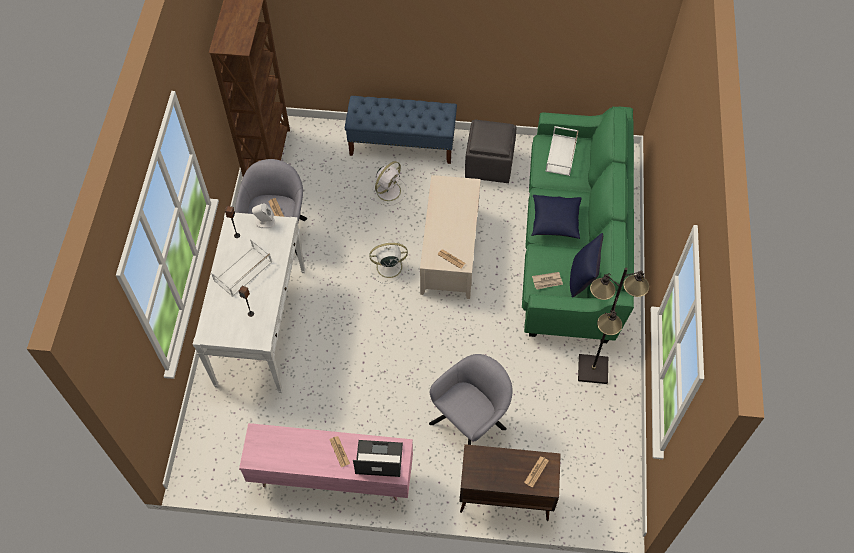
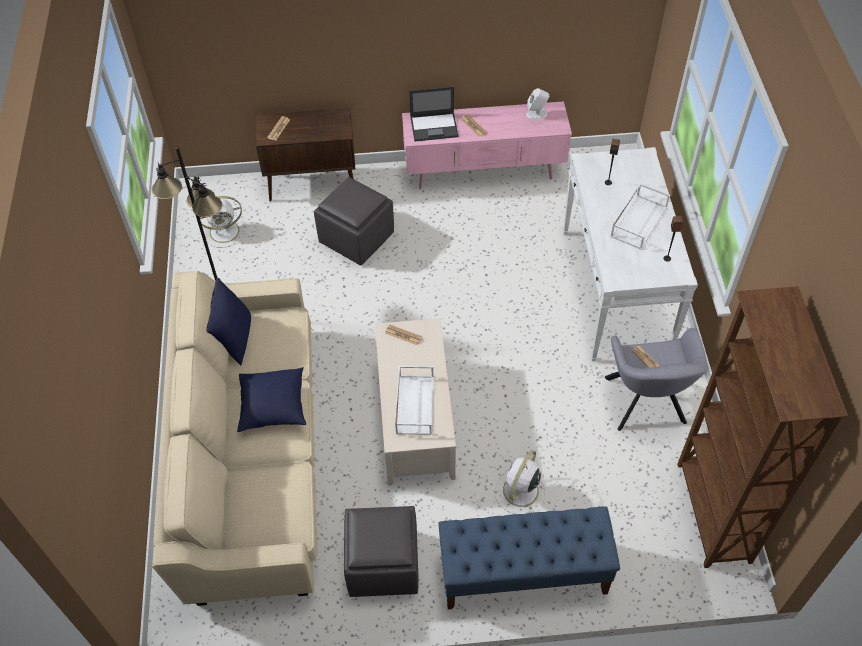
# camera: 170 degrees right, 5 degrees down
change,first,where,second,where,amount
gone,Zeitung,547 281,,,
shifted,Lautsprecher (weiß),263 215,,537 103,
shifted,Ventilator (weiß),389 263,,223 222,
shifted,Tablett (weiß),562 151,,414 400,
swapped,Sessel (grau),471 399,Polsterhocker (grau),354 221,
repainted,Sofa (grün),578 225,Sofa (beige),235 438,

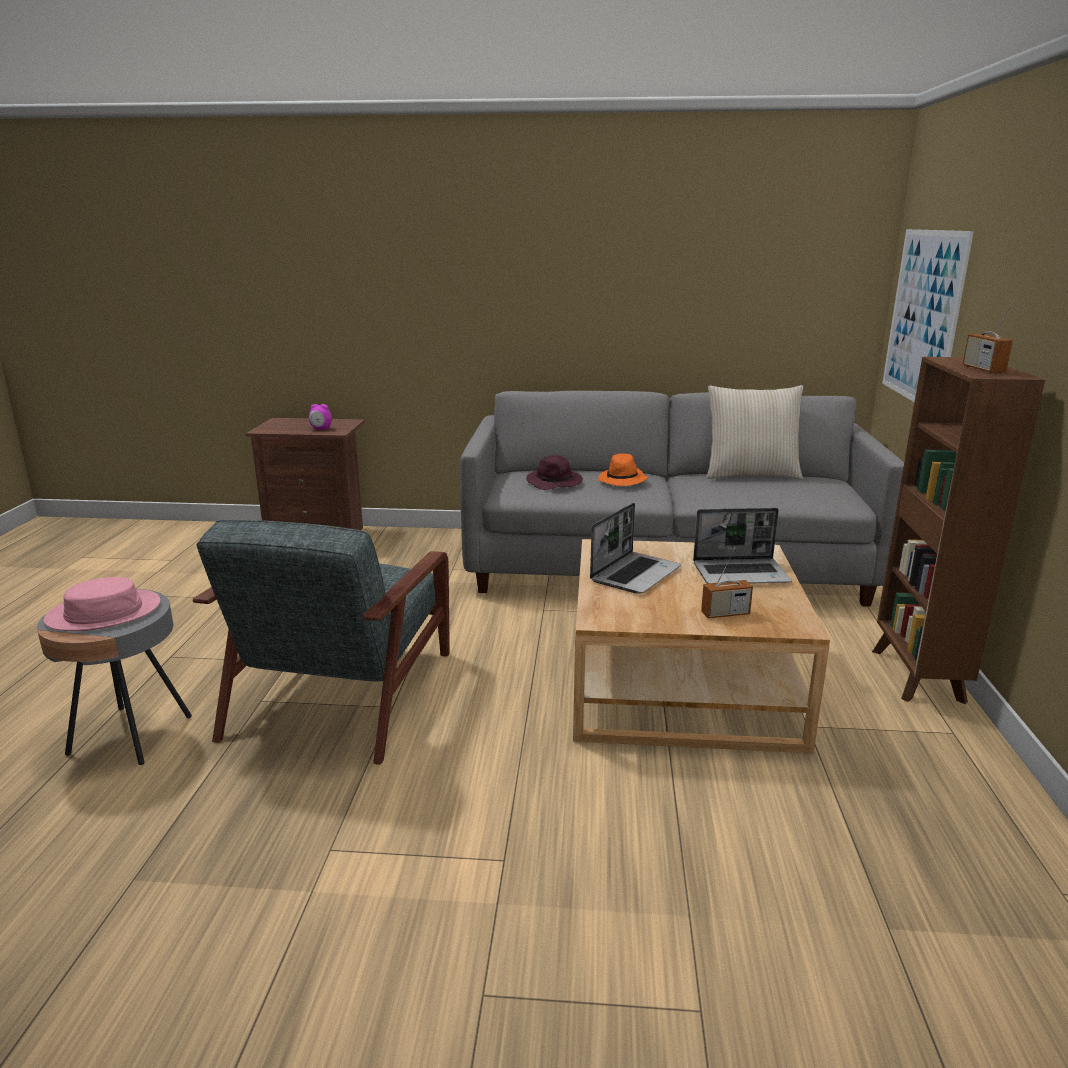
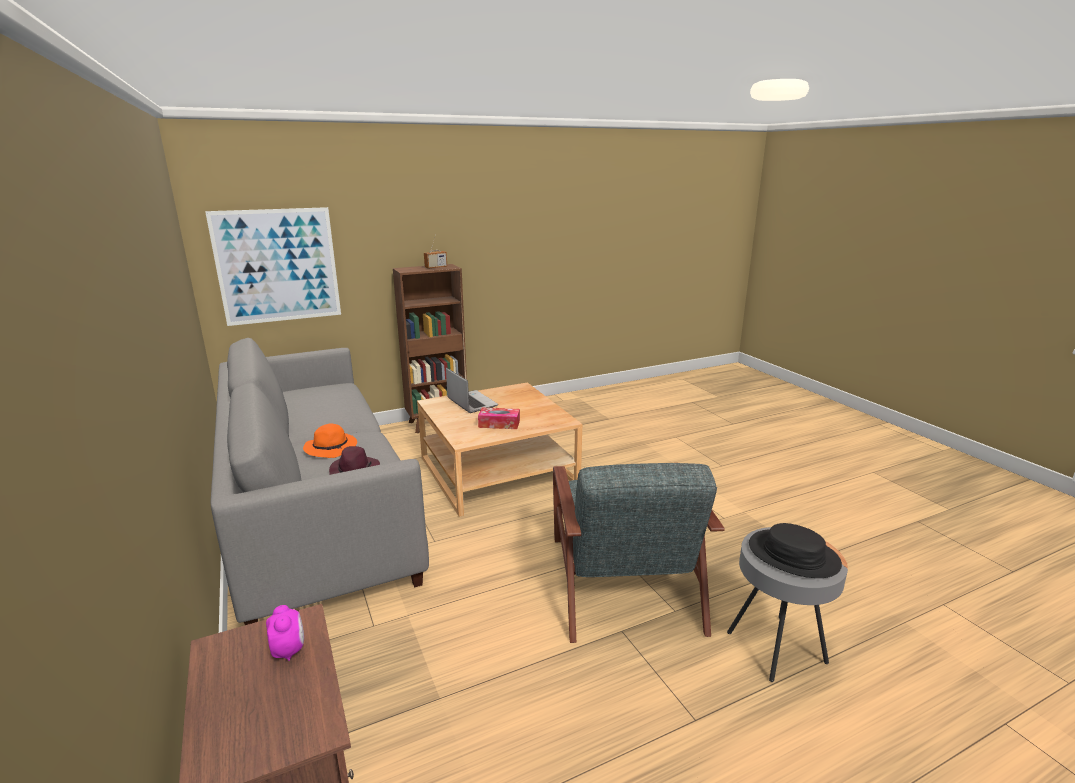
# camera: 120 degrees left, 0 degrees up
change,first,where,second,where,amount
gone,Radio,727 583,,,
gone,Kissen (beige),755 432,,,
swapped,Laptop,635 548,Taschentuchbox,499 418,
repainted,Hut (rosa),102 604,Hut (schwarz),795 550,
rotated,Sessel (grau),321 642,,639 553,105 degrees clockwise

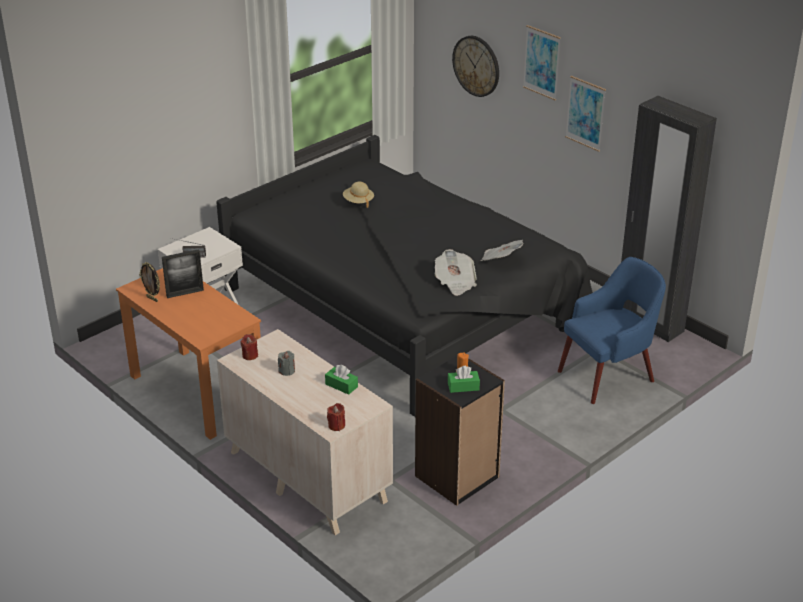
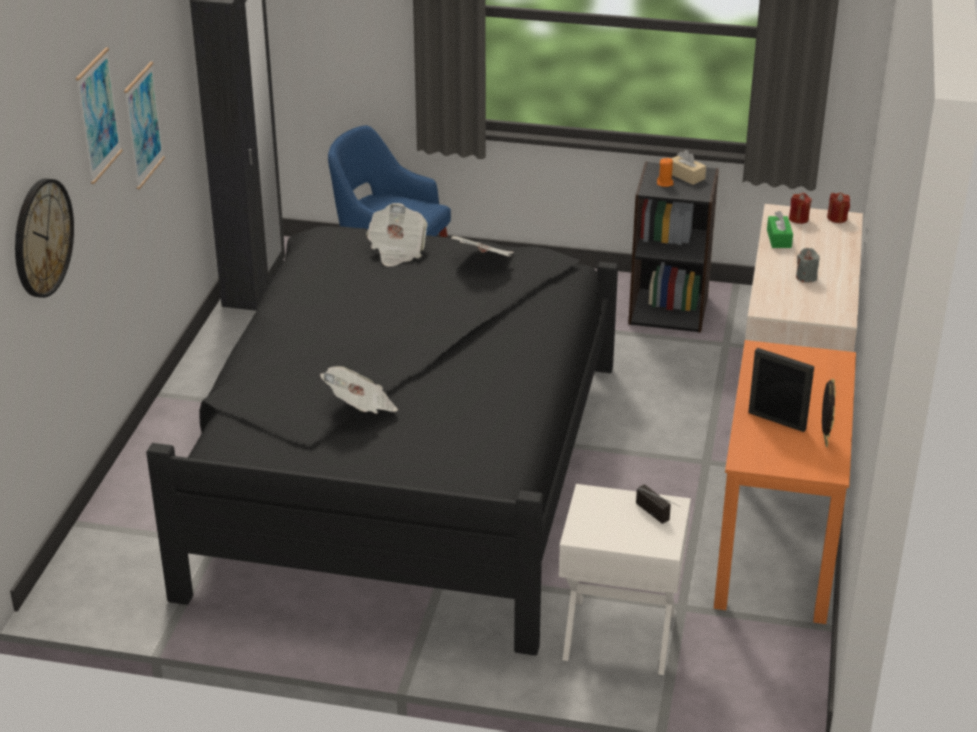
# camera: 125 degrees left, 0 degrees up
change,first,where,second,where,amount
shifted,Kerze (rot),249 347,,800 208,
swapped,Hut (beige),358 194,Zeitung,359 390,
repainted,Taschentuchbox (grün),464 379,Taschentuchbox (beige),688 167,

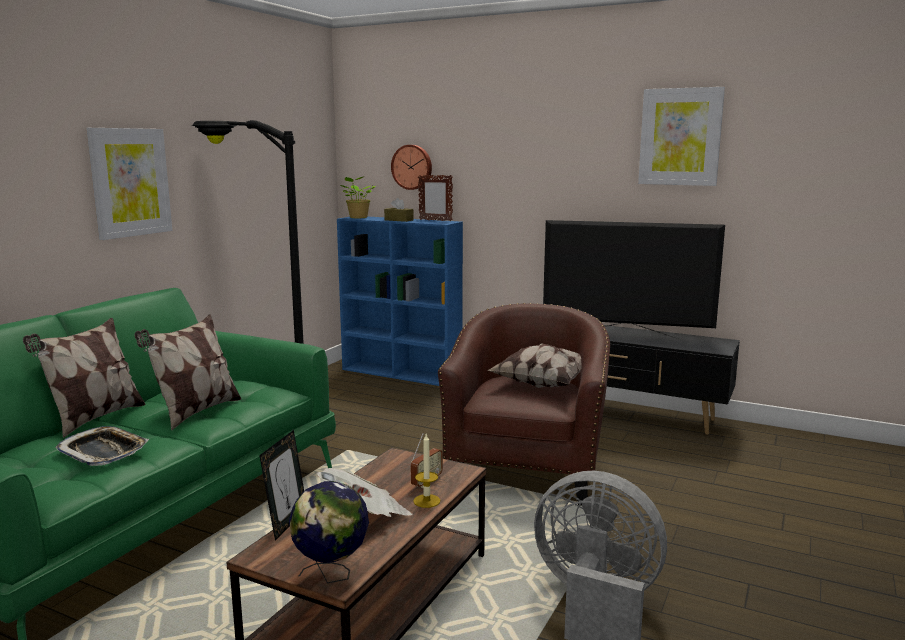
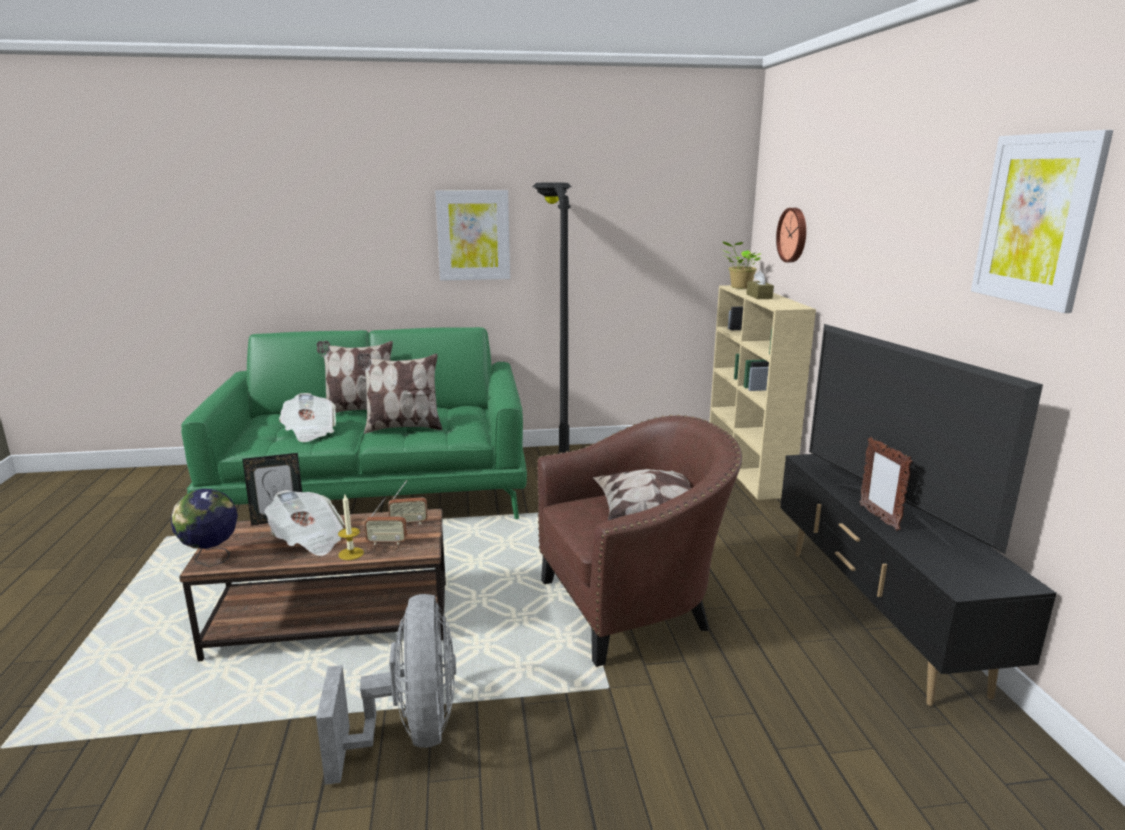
# camera: 55 degrees right, 5 degrees up
change,first,where,second,where,amount
new,,,Radio,408 502,
shifted,Bilderrahmen,435 198,,886 484,
swapped,Tablett,102 446,Zeitung,307 417,
repainted,Bücherregal (blau),400 301,Bücherregal (beige),763 392,

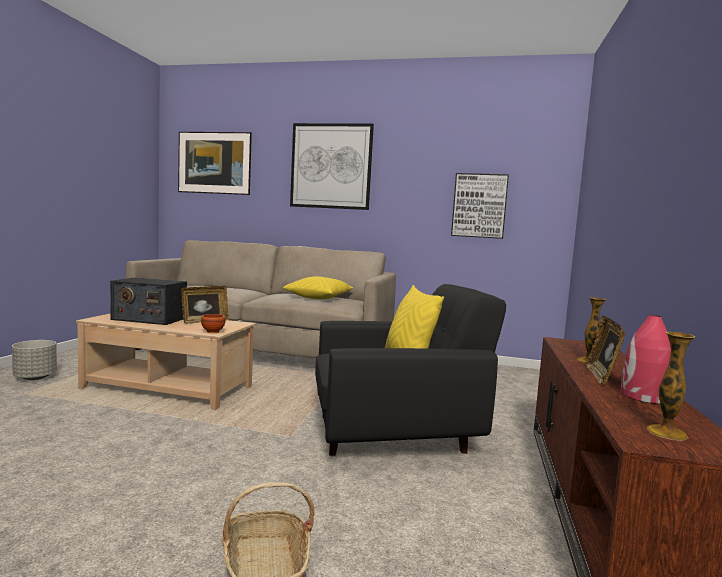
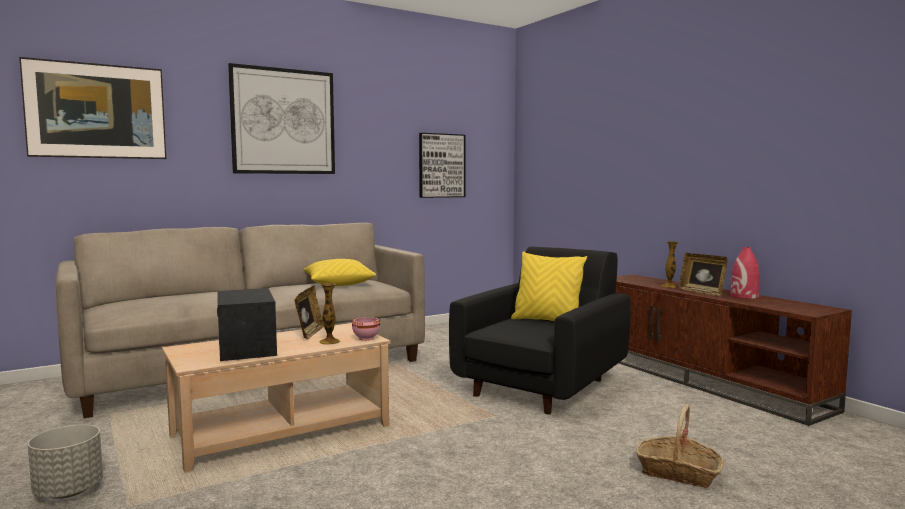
# camera: 45 degrees left, 0 degrees up
change,first,where,second,where,amount
shifted,Vase,671 386,,329 314,
repainted,Schüssel (braun),213 323,Schüssel (rosa),366 329,
rotated,Radio,148 301,,247 324,105 degrees clockwise

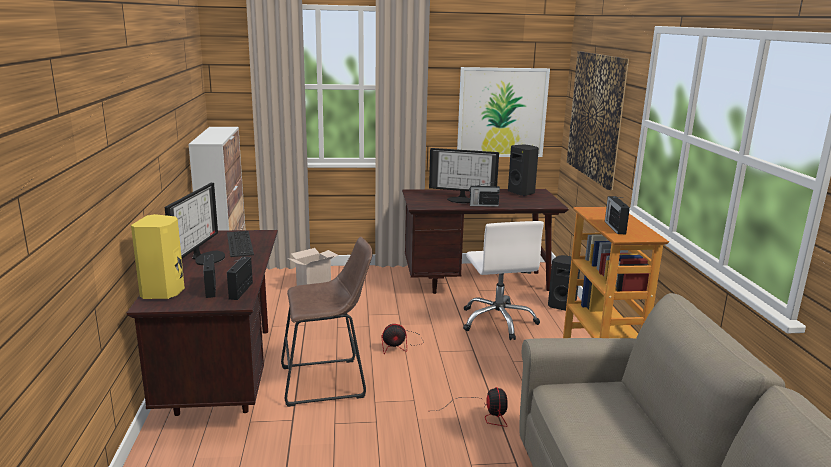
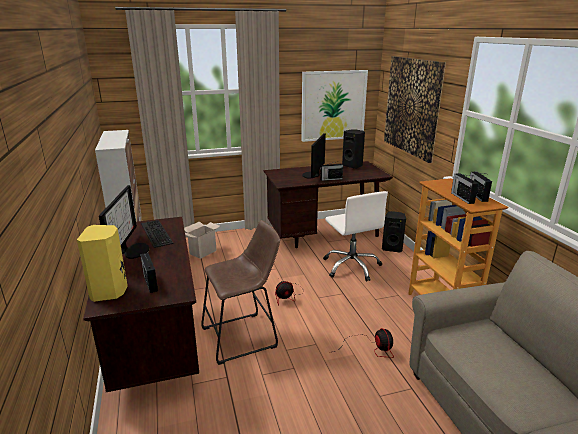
# camera: 10 degrees left, 5 degrees up
change,first,where,second,where,amount
shifted,Radio,240 278,,481 187,
rotated,Monitor,464 175,,314 156,105 degrees clockwise

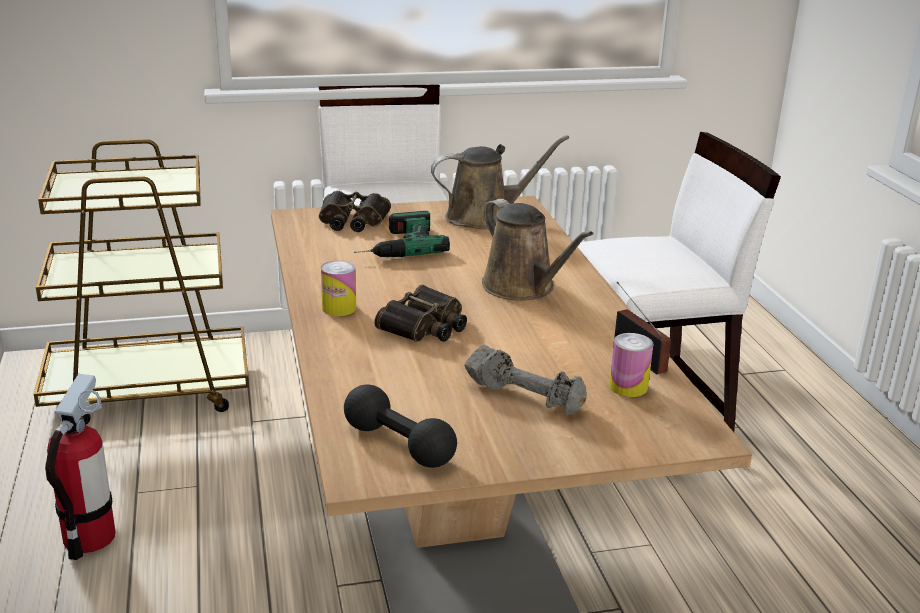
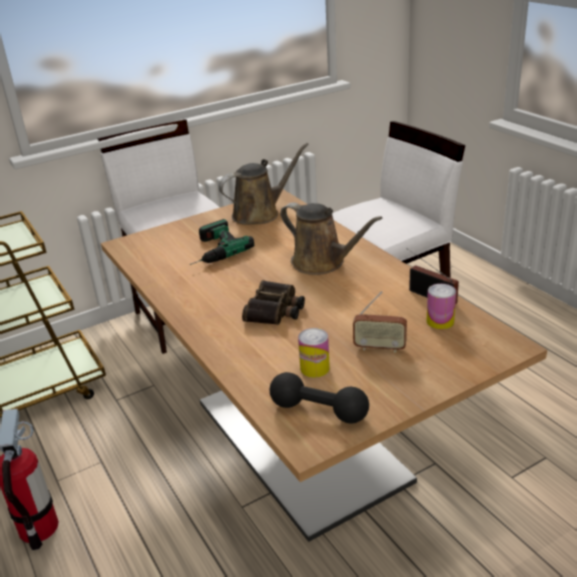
# camera: 15 degrees left, 5 degrees up
change,first,where,second,where,amount
gone,Fernglas,355 211,,,
shifted,Dose,338 288,,314 353,
swapped,Hantel (grau),525 380,Radio,380 322,

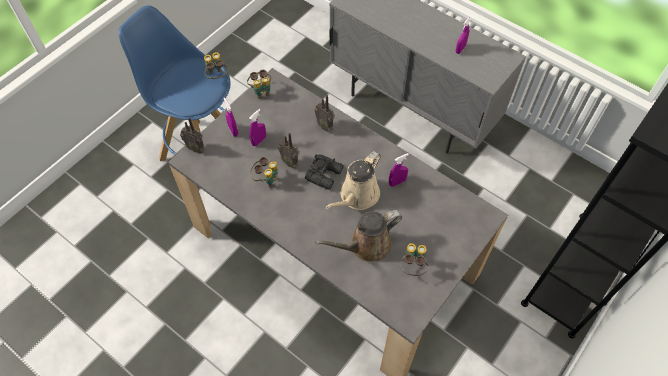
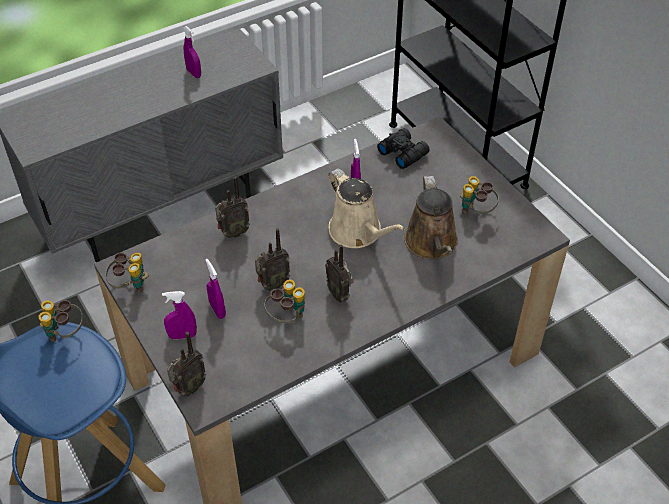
# camera: 70 degrees left, 10 degrees down
change,first,where,second,where,amount
new,,,Radio,339 274,
shifted,Fernglas (schwarz),324 172,,403 148,

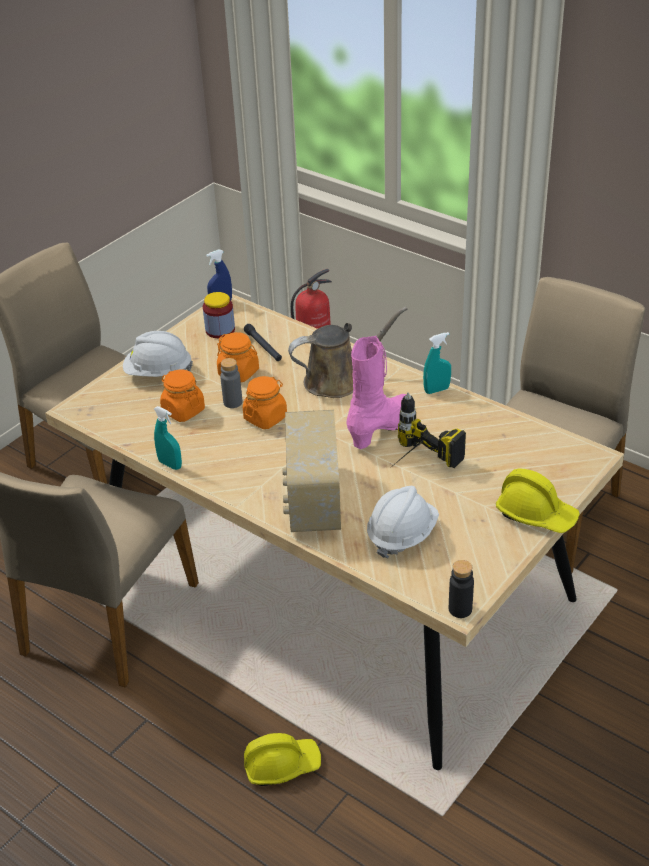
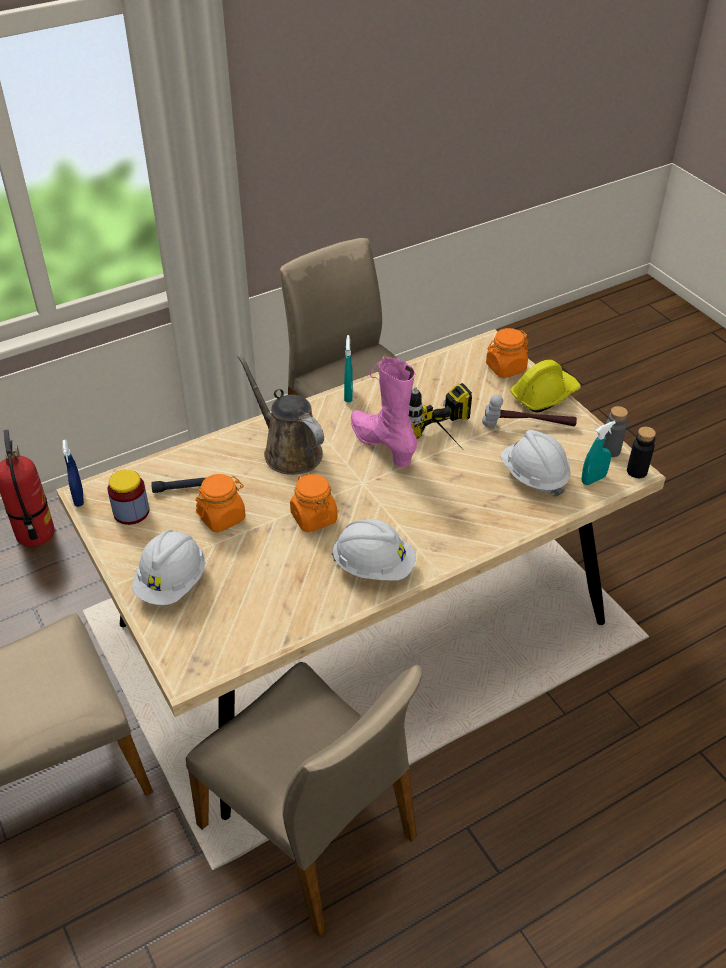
# camera: 70 degrees left, 5 degrees up
change,first,where,second,where,amount
gone,Schutzhelm (gelb),282 759,,,
gone,Radio,311 471,,,
new,,,Schutzhelm (weiß),374 550,
new,,,Hammer,529 411,
shifted,Sprühflasche (türkis),168 438,,599 453,
shifted,Vorratsglas (orange),182 395,,507 353,
shifted,Flasche (grau),231 383,,615 431,
rotated,Gießkanne (braun),348 352,,280 414,45 degrees counterclockwise

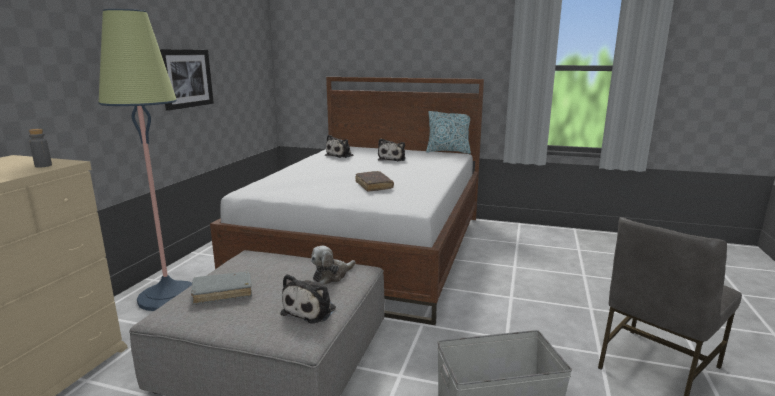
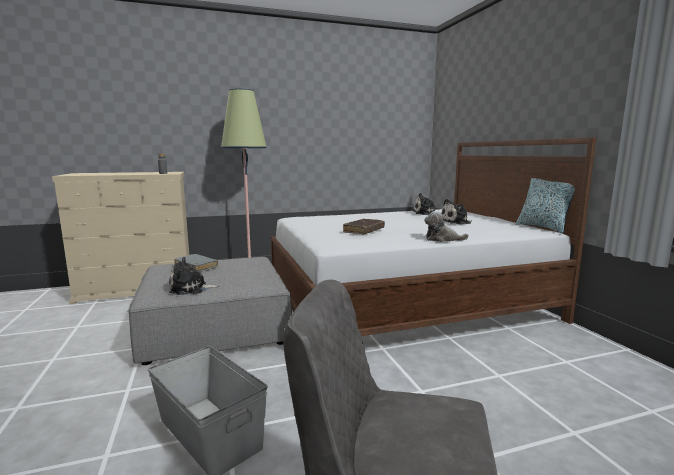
# camera: 55 degrees right, 5 degrees down
change,first,where,second,where,amount
gone,Bild,187 80,,,
shifted,Plüschtier,333 265,,446 226,

